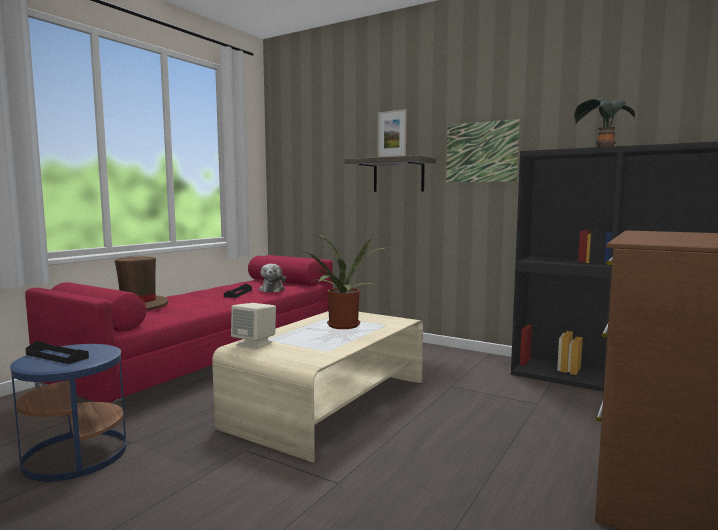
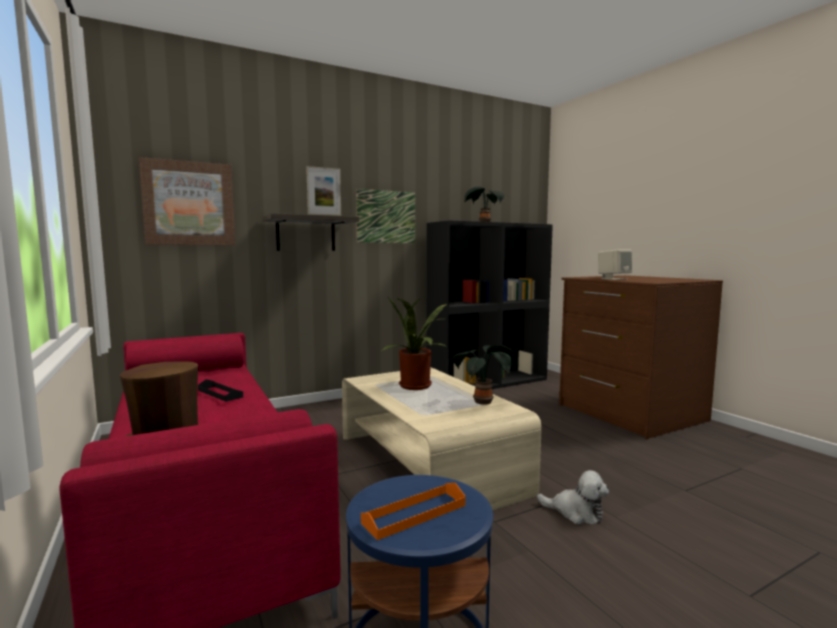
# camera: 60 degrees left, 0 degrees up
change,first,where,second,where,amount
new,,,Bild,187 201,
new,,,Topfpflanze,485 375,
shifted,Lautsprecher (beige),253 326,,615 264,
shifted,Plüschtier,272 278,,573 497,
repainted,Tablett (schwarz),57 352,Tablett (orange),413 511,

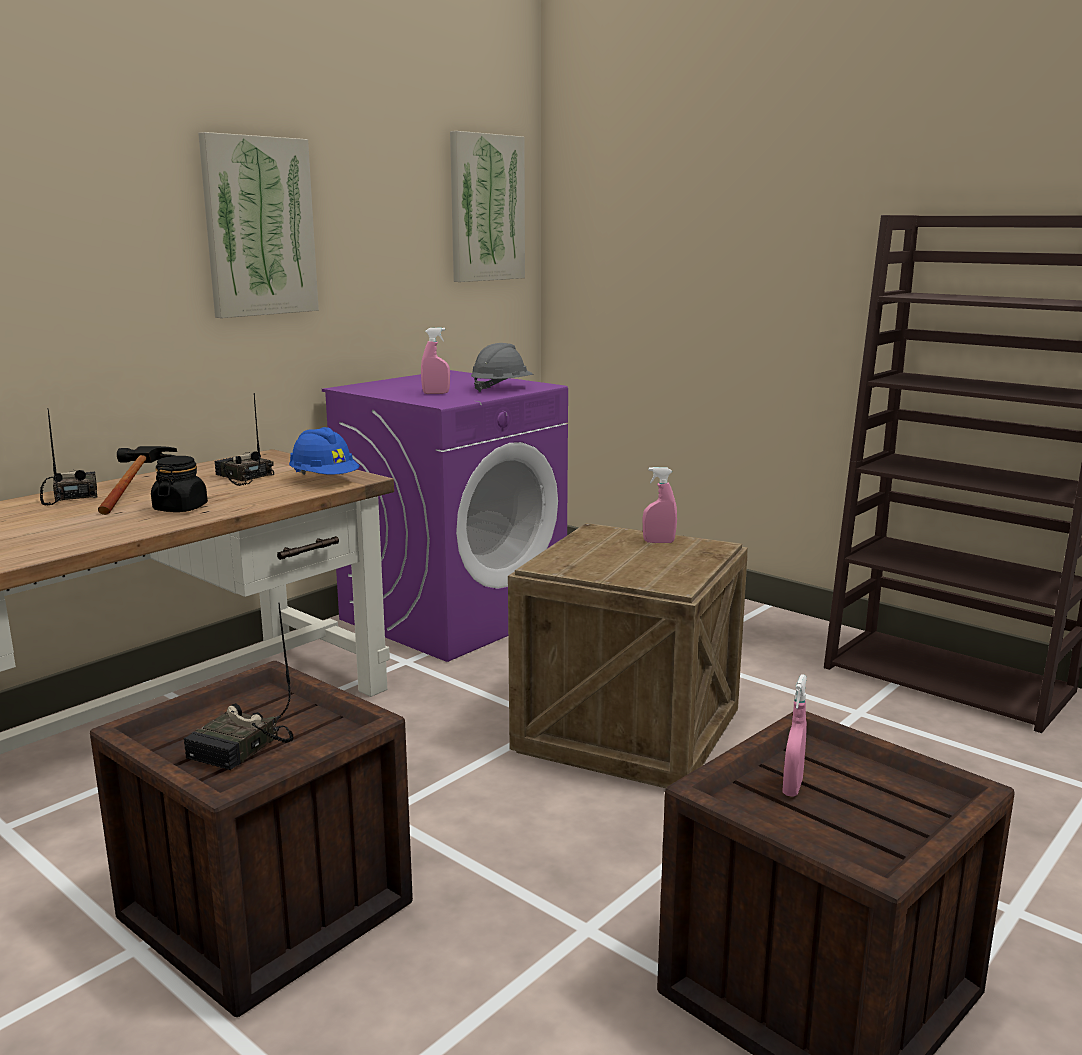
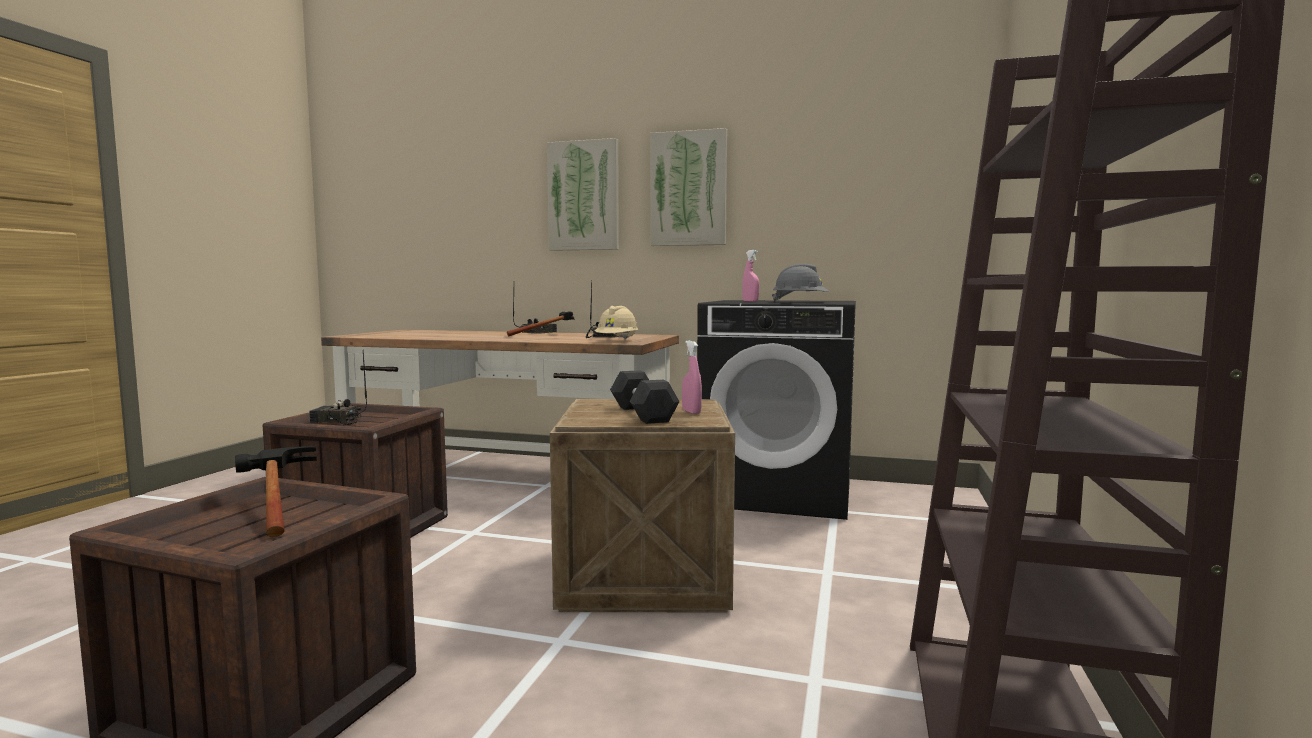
# camera: 65 degrees right, 10 degrees down
change,first,where,second,where,amount
gone,Vorratsglas (schwarz),179 484,,,
new,,,Hantel (schwarz),645 397,
shifted,Bild,487 206,,583 194,
swapped,Sprühflasche (rosa),794 735,Hammer,276 491,
repainted,Schutzhelm (blau),324 451,Schutzhelm (beige),616 323,
repainted,Waschmaschine (lila),445 516,Waschmaschine (schwarz),776 410,

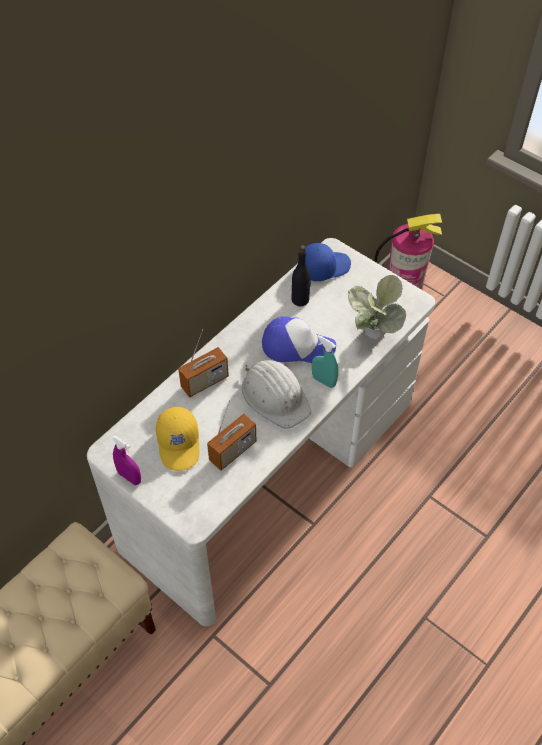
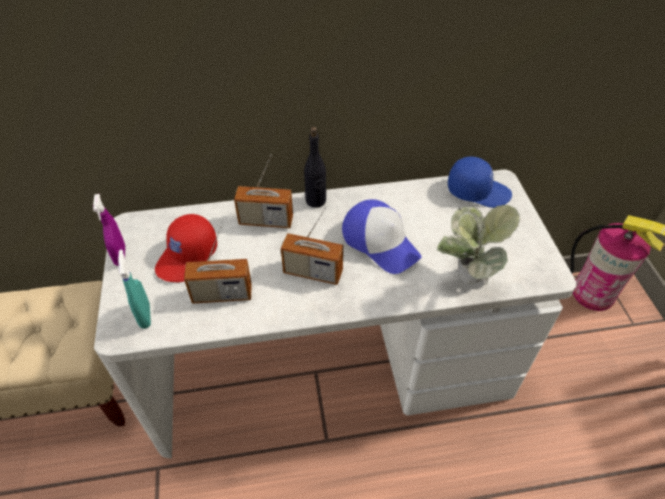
# camera: 40 degrees right, 5 degrees down
change,first,where,second,where,amount
shifted,Flasche (schwarz),301 275,,315 167,
shifted,Sprühflasche (türkis),325 361,,134 289,
swapped,Schutzhelm (weiß),276 394,Radio,312 246,
repainted,Kappe (gelb),178 439,Kappe (rot),186 248,

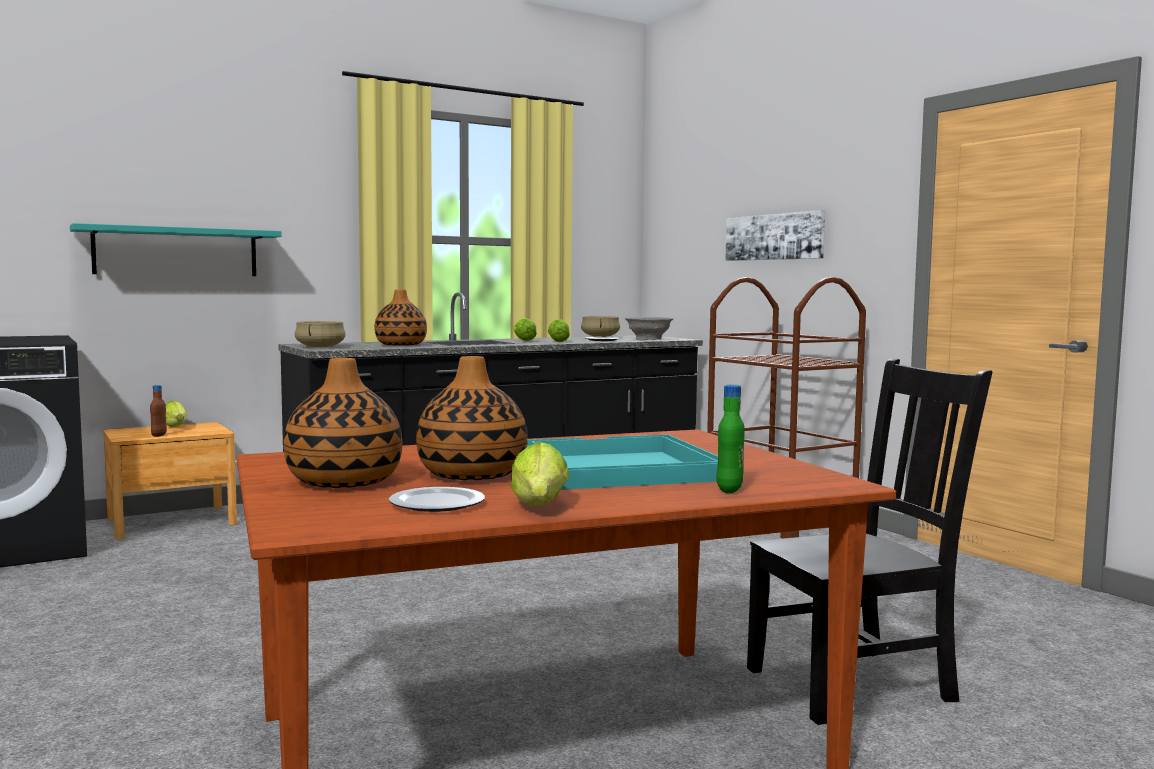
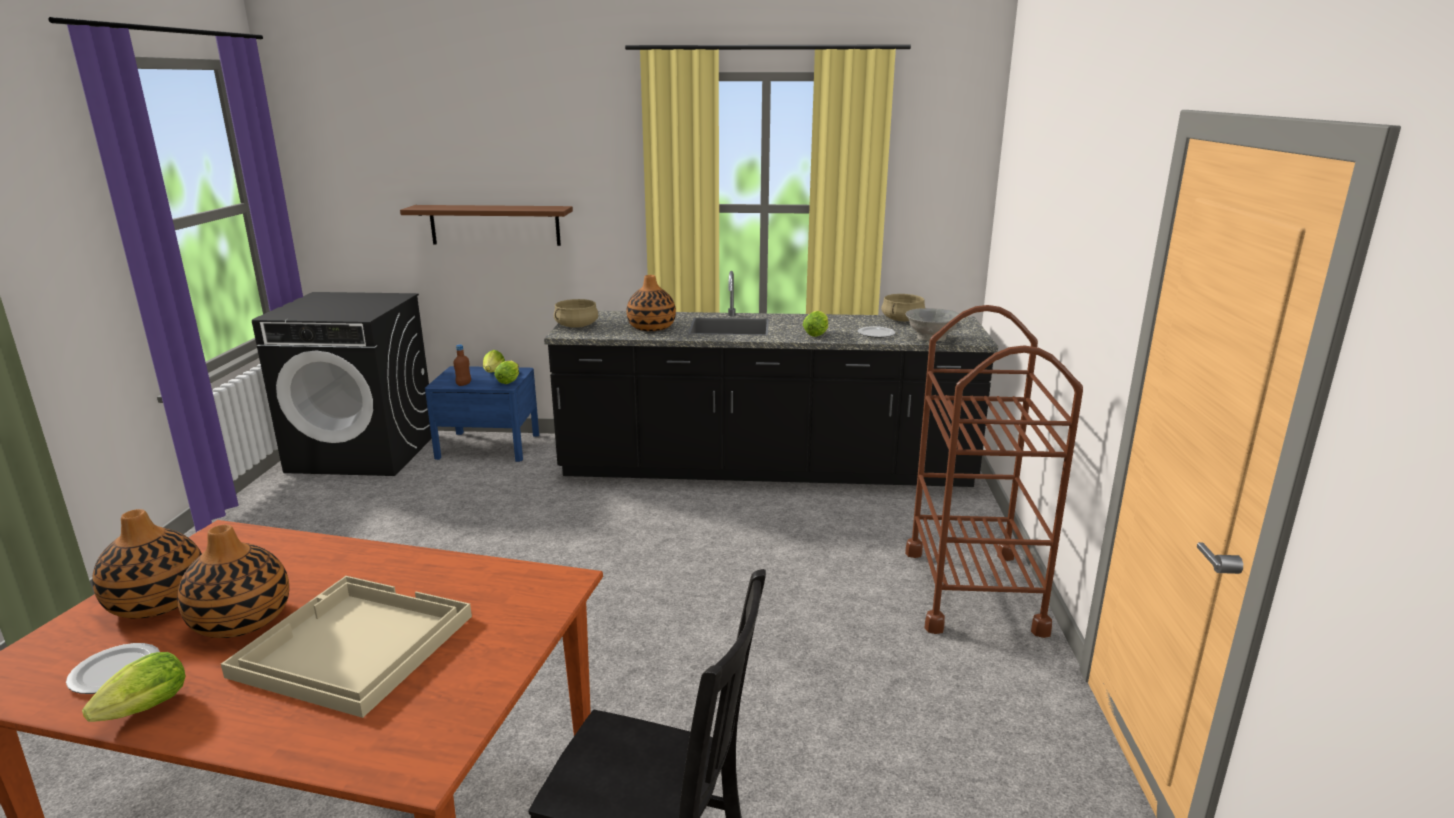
# camera: 35 degrees right, 15 degrees up
change,first,where,second,where,amount
gone,Flasche (grün),730 439,,,
gone,Bild,775 235,,,
shifted,Salatkopf,525 329,,506 372,
repainted,Wandregal (türkis),176 249,Wandregal (braun),486 225,
repainted,Nachttisch (braun),170 480,Nachttisch (blau),482 414,
repainted,Tablett (türkis),622 462,Tablett (beige),346 647,

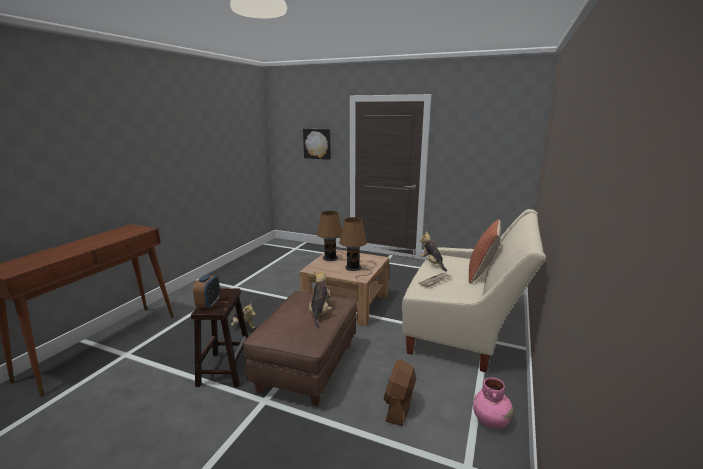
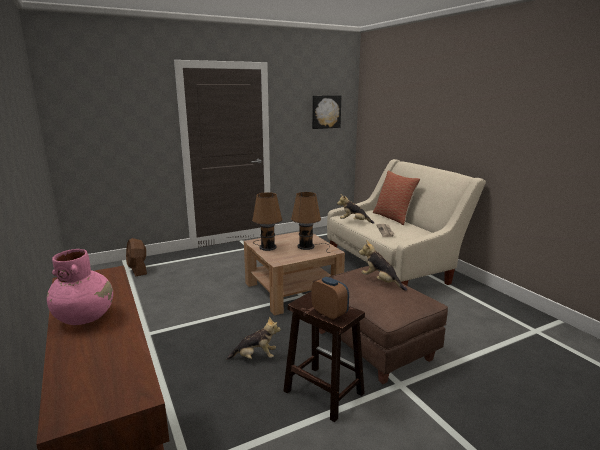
# camera: 50 degrees left, 0 degrees up
change,first,where,second,where,amount
shifted,Bild,317 144,,326 112,
shifted,Ventilator (braun),400 392,,136 257,
shifted,Vase (rosa),493 402,,80 287,

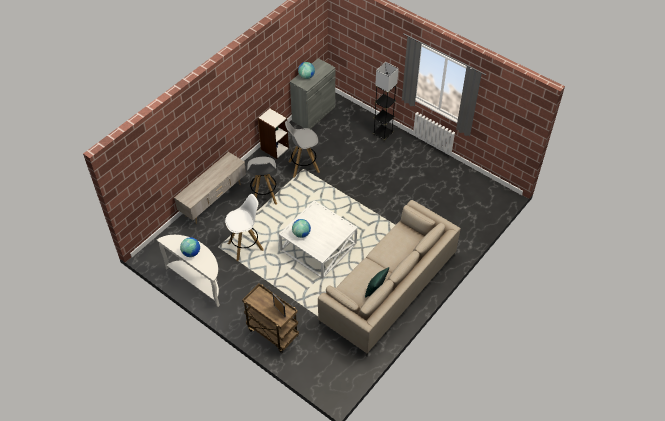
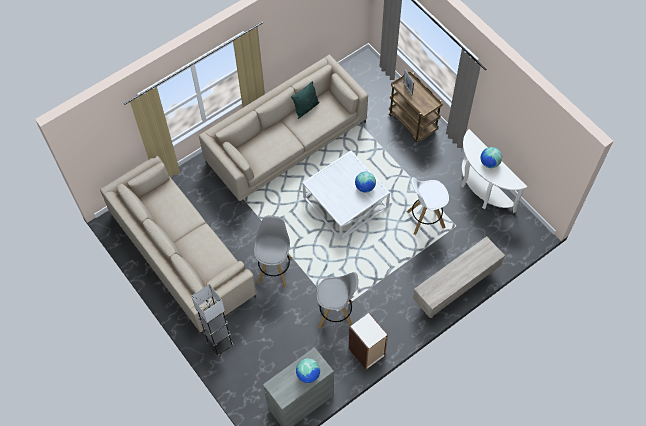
# camera: 165 degrees left, 10 degrees up
change,first,where,second,where,amount
new,,,Sofa (beige),178 245,
shifted,Hocker (grau),262 180,,273 251,

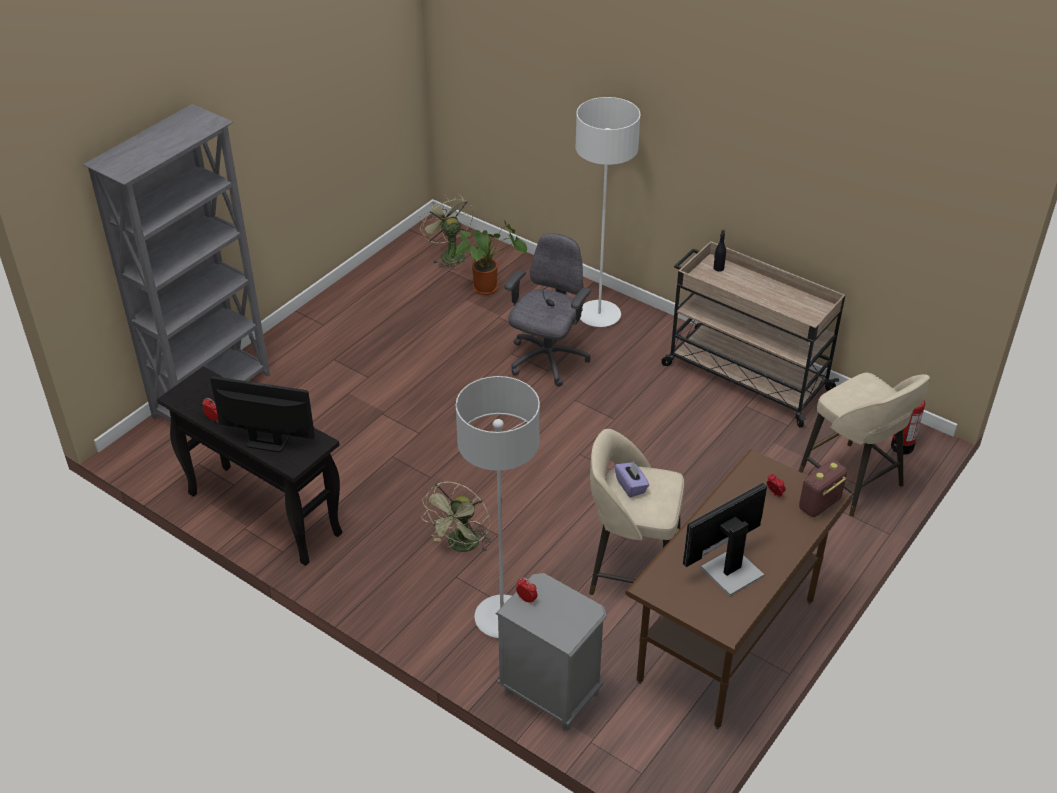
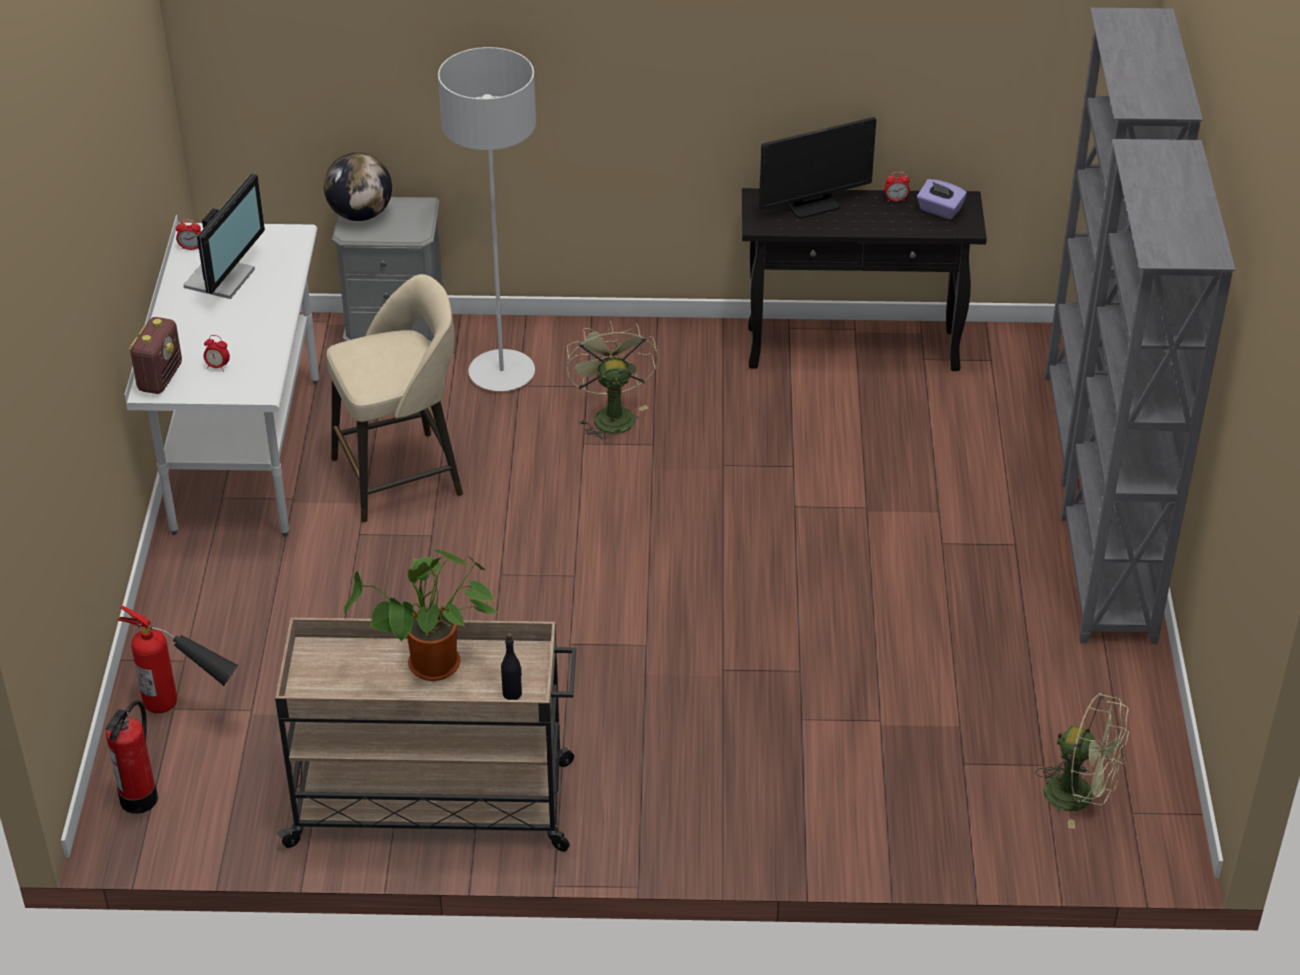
# camera: 145 degrees right, 0 degrees up
change,first,where,second,where,amount
gone,Bürostuhl (grau),547 310,,,
gone,Stehlampe (weiß),608 212,,,
new,,,Globus,358 187,
new,,,Bücherregal (grau),1148 391,
shifted,Topfpflanze,488 258,,421 615,
shifted,Wecker,527 591,,188 234,
shifted,Taschentuchbox (lila),632 479,,942 199,
swapped,Hocker (beige),864 445,Feuerlöscher,177 659,
repainted,Schreibtisch (braun),739 589,Schreibtisch (weiß),222 376,

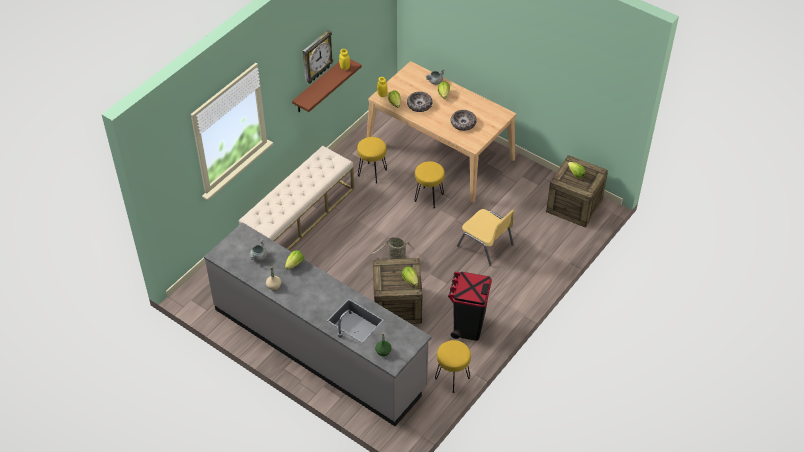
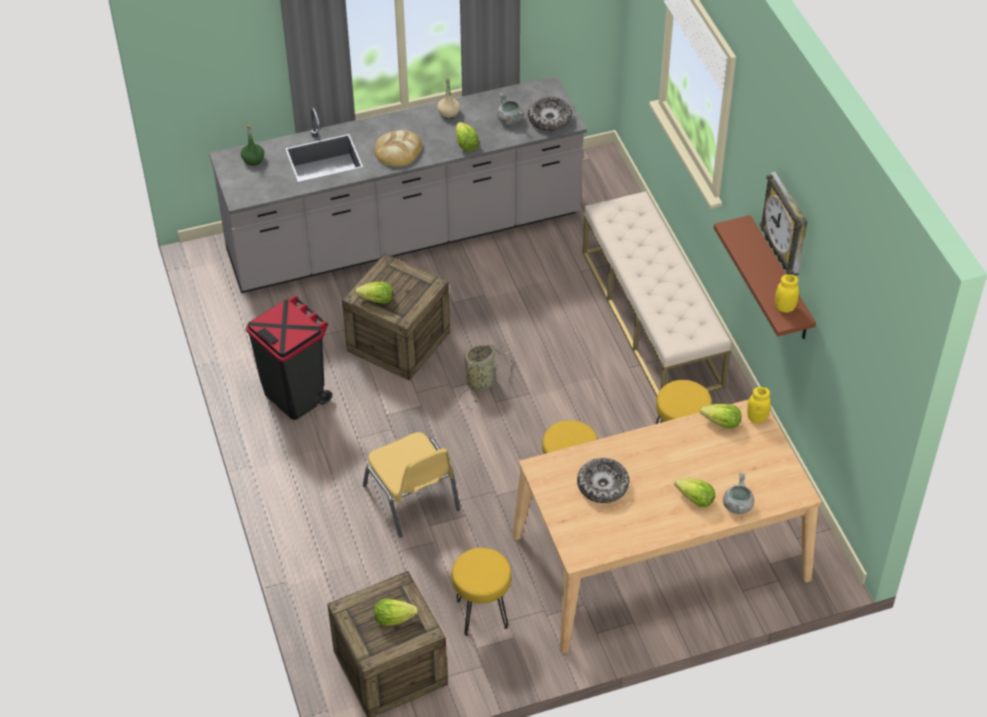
# camera: 125 degrees right, 0 degrees up
change,first,where,second,where,amount
new,,,Brot,398 148,
shifted,Schüssel,420 102,,550 113,
shifted,Hocker (gelb),453 366,,481 592,
rotated,Stuhl (gelb),485 237,,411 485,105 degrees counterclockwise

